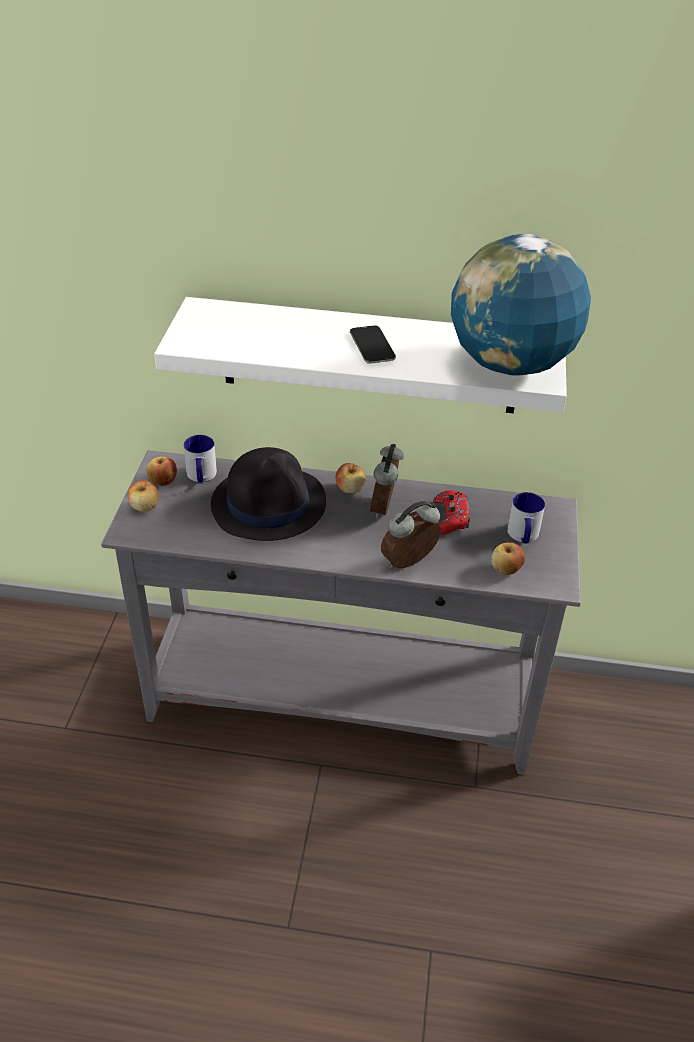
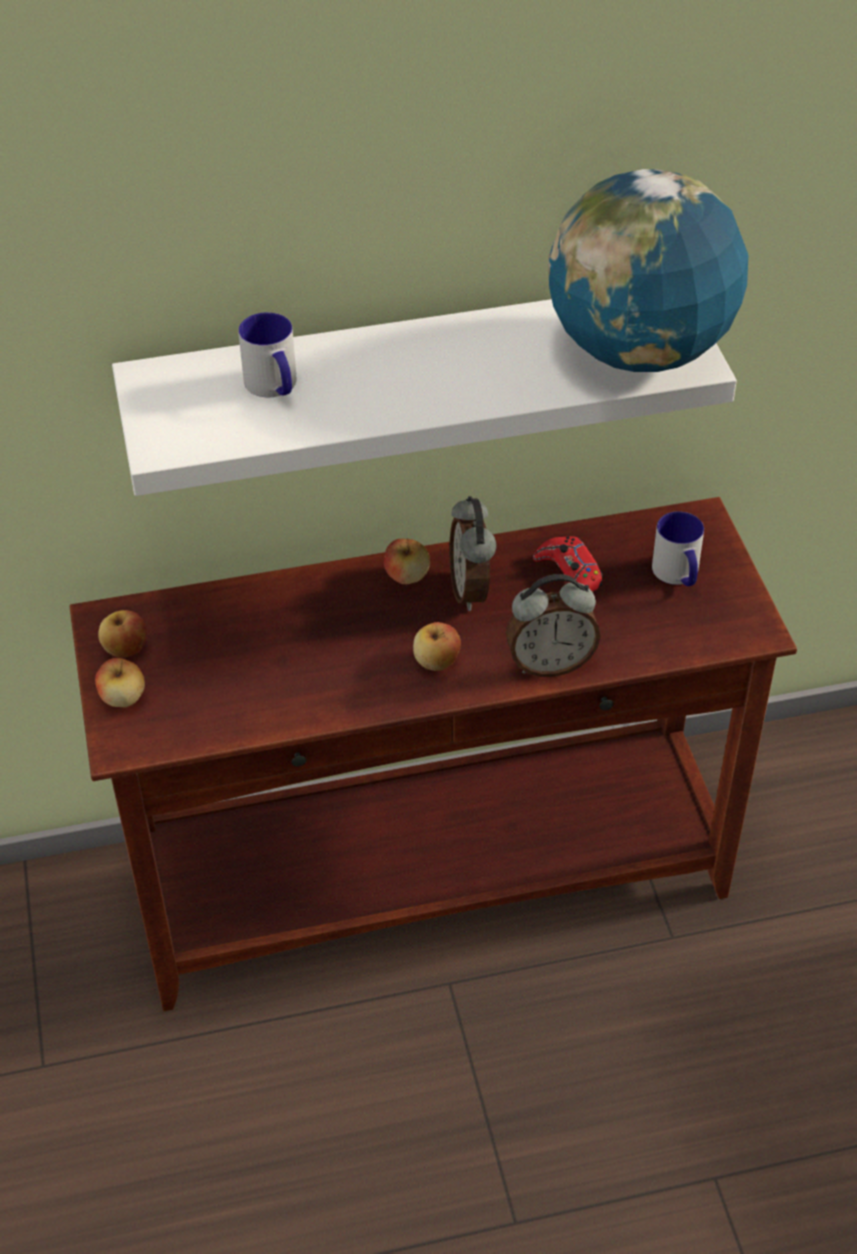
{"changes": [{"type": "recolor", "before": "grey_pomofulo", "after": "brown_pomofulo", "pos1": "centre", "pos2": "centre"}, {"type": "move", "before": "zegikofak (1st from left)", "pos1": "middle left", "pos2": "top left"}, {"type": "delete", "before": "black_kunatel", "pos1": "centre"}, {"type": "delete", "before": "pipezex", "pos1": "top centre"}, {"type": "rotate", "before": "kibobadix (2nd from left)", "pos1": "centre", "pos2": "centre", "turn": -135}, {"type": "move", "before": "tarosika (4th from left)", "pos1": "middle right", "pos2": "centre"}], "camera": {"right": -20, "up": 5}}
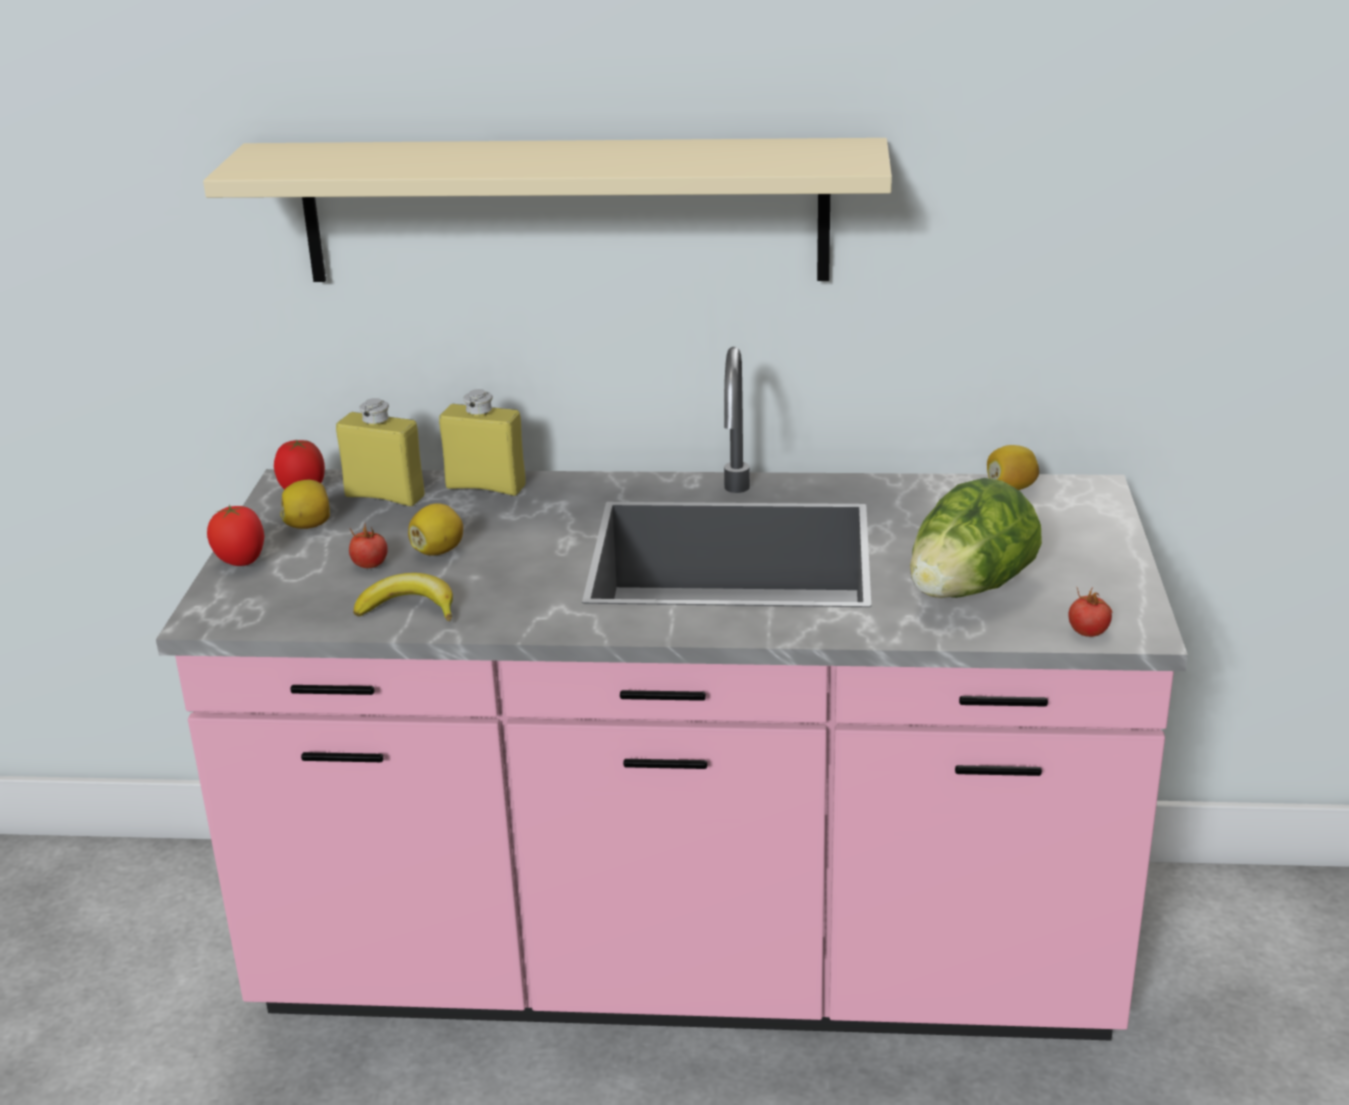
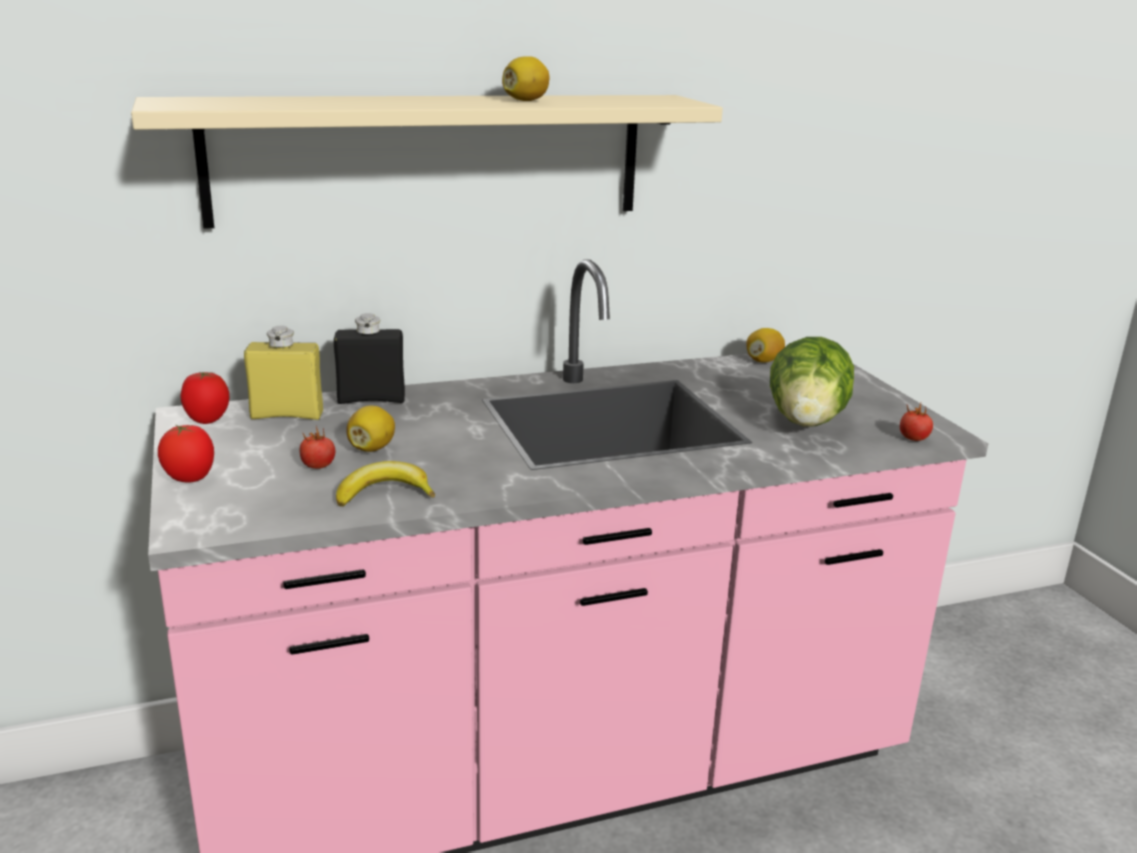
{"changes": [{"type": "move", "before": "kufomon (1st from left in the first image)", "after": "kufomon (2nd from left)", "pos1": "middle left", "pos2": "top centre"}, {"type": "recolor", "before": "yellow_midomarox (2nd from left)", "after": "black_midomarox", "pos1": "centre", "pos2": "middle left"}], "camera": {"right": -25, "up": -5}}
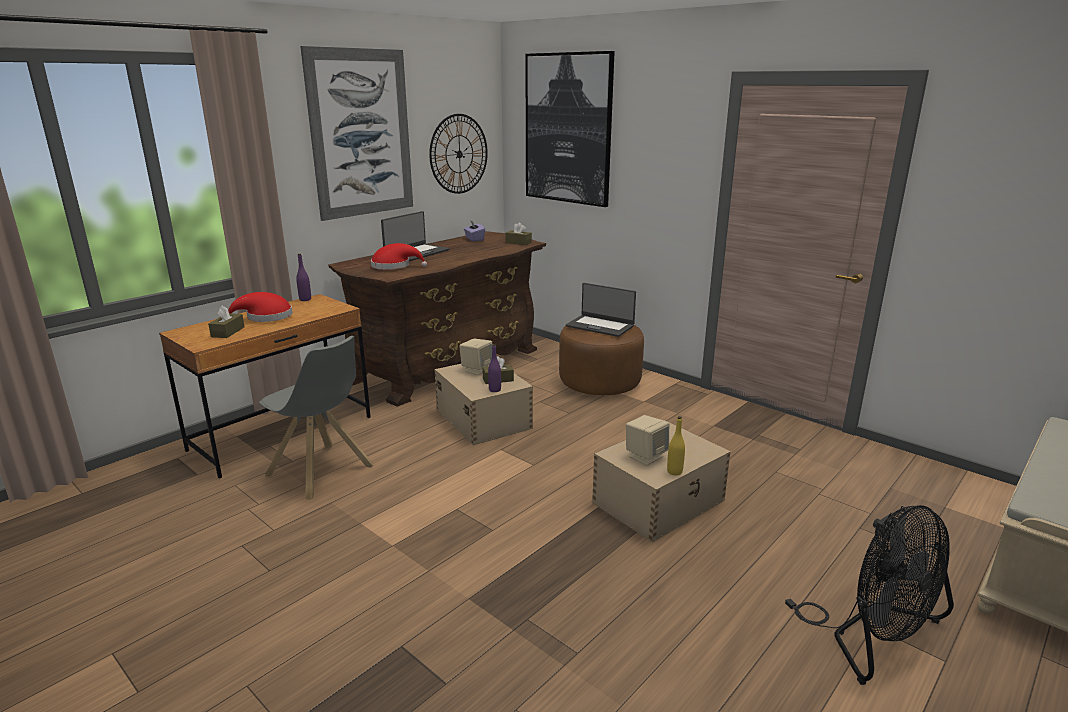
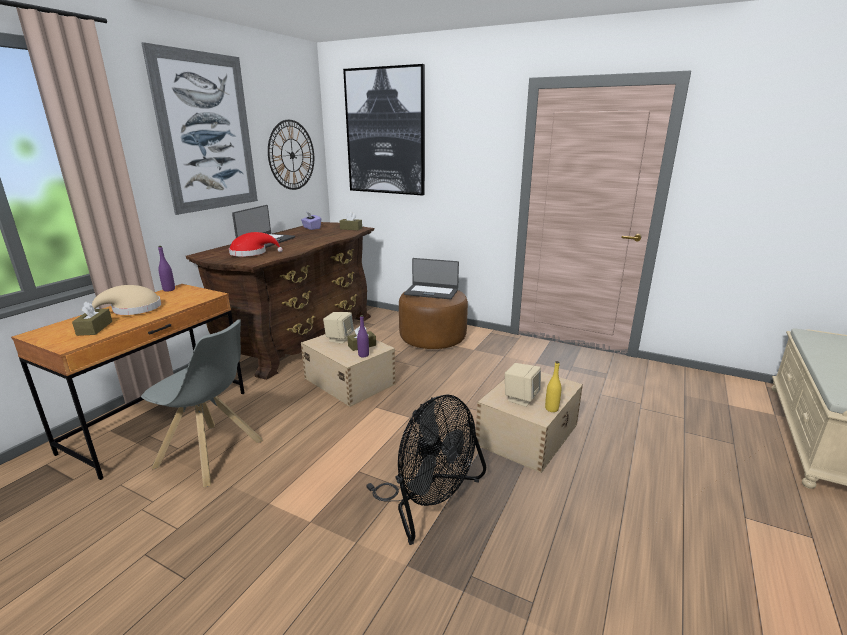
{"changes": [{"type": "recolor", "before": "red_kunatel (1st from left)", "after": "beige_kunatel", "pos1": "middle left", "pos2": "middle left"}, {"type": "move", "before": "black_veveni", "pos1": "bottom right", "pos2": "bottom centre"}], "camera": {"right": -15, "up": 0}}
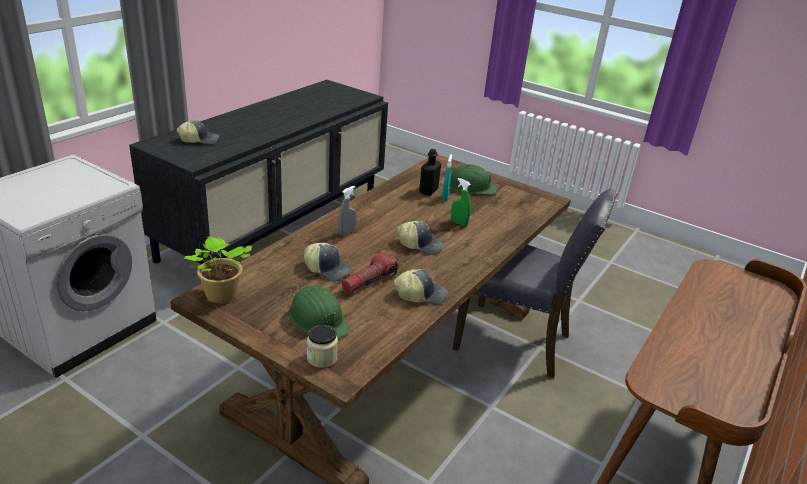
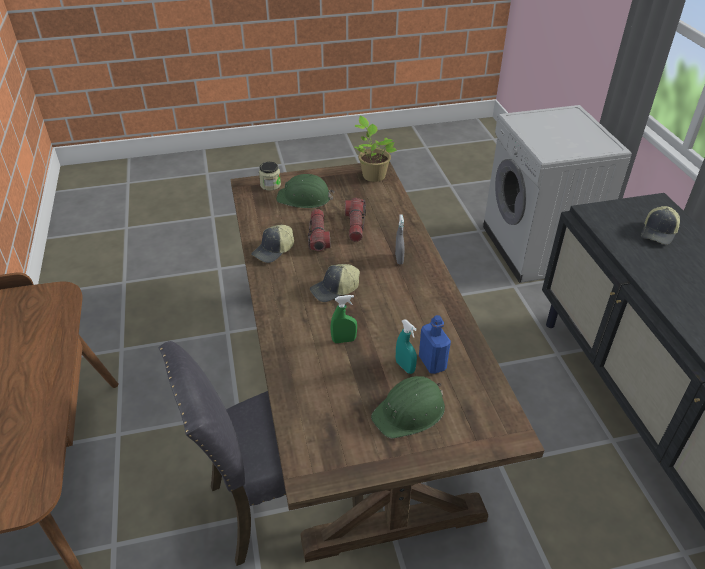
{"changes": [{"type": "replace", "before": "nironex (2nd from left)", "after": "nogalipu (2nd from left)", "pos1": "centre", "pos2": "centre"}, {"type": "recolor", "before": "black_midomarox", "after": "blue_midomarox", "pos1": "centre", "pos2": "centre"}], "camera": {"right": 135, "up": 10}}
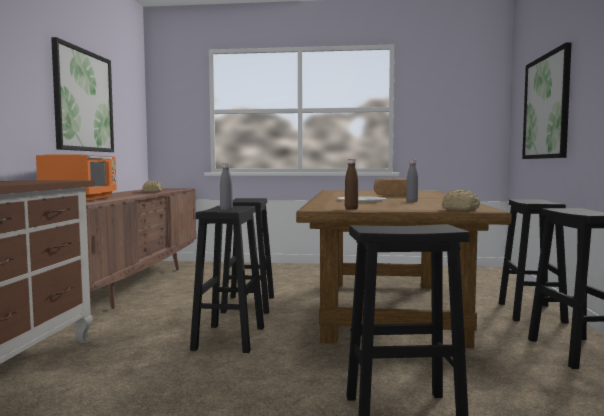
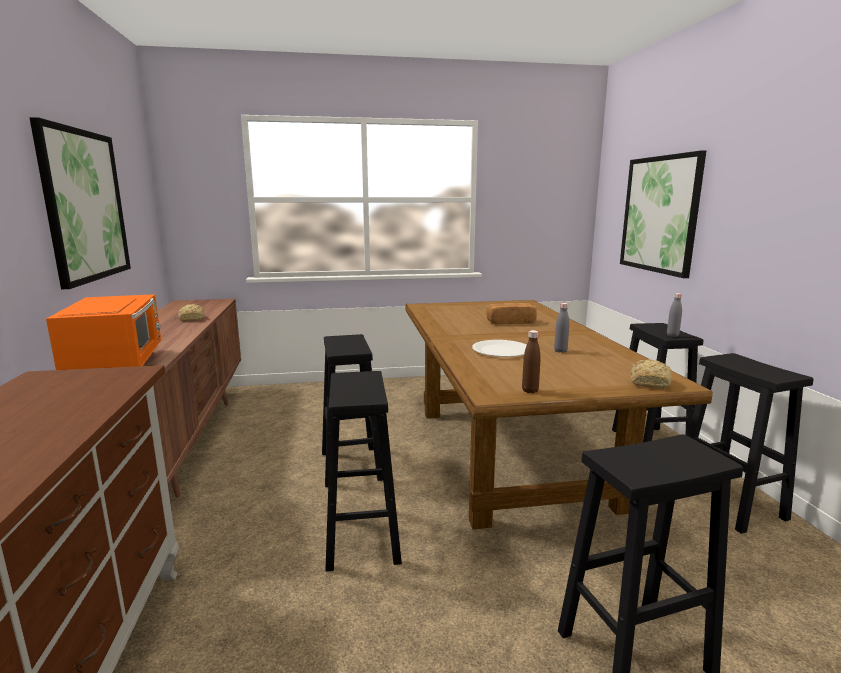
{"changes": [{"type": "move", "before": "grey_midomarox (1st from left in the first image)", "after": "grey_midomarox (2nd from left)", "pos1": "centre", "pos2": "middle right"}], "camera": {"right": -15, "up": 10}}
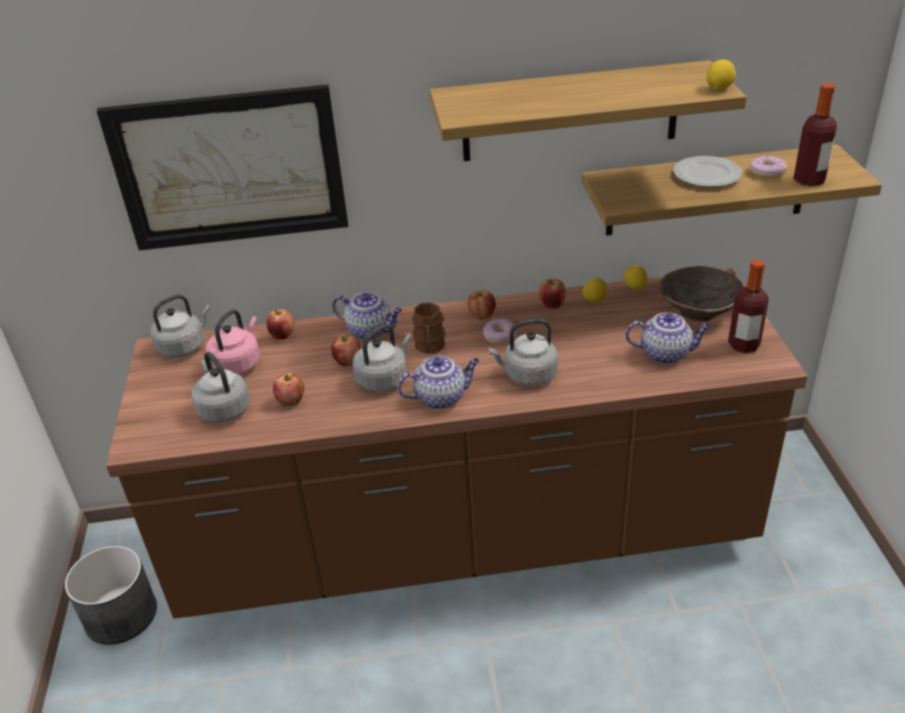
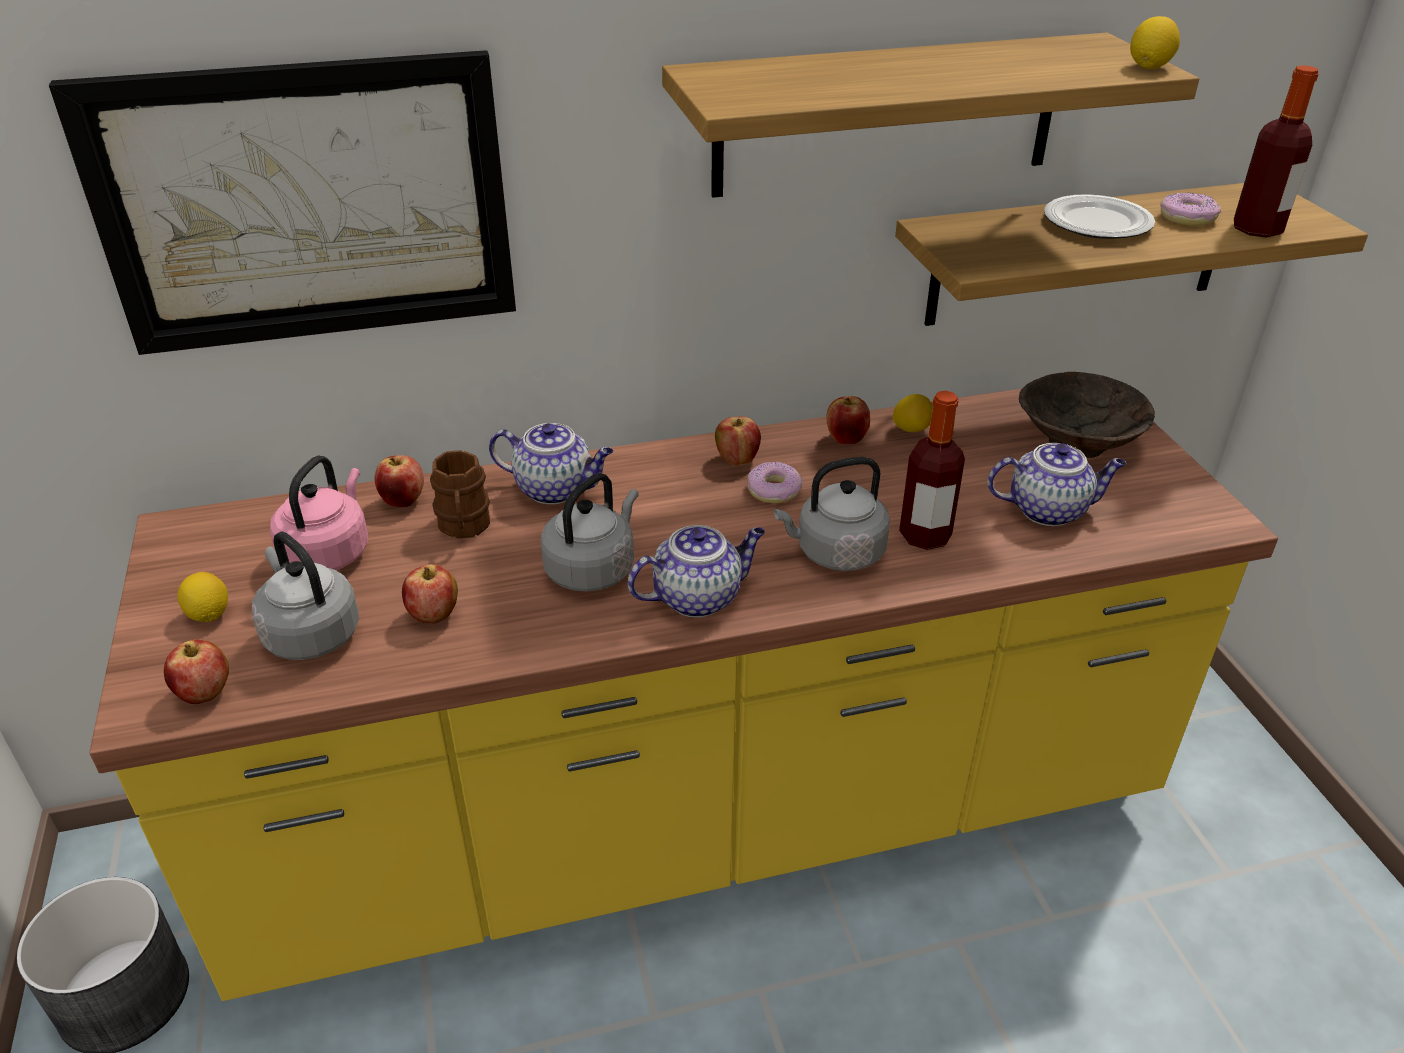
{"changes": [{"type": "recolor", "before": "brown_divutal", "after": "yellow_divutal", "pos1": "centre", "pos2": "centre"}, {"type": "delete", "before": "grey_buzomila (1st from left)", "pos1": "middle left"}, {"type": "move", "before": "tarosika (3rd from left in the first image)", "after": "tarosika (1st from left)", "pos1": "centre", "pos2": "middle left"}, {"type": "move", "before": "brown_zegikofak", "pos1": "centre", "pos2": "middle left"}, {"type": "move", "before": "kufomon (2nd from left in the first image)", "after": "kufomon (1st from left)", "pos1": "middle right", "pos2": "middle left"}, {"type": "move", "before": "midomarox (1st from left)", "pos1": "middle right", "pos2": "centre"}], "camera": {"right": -10, "up": 0}}
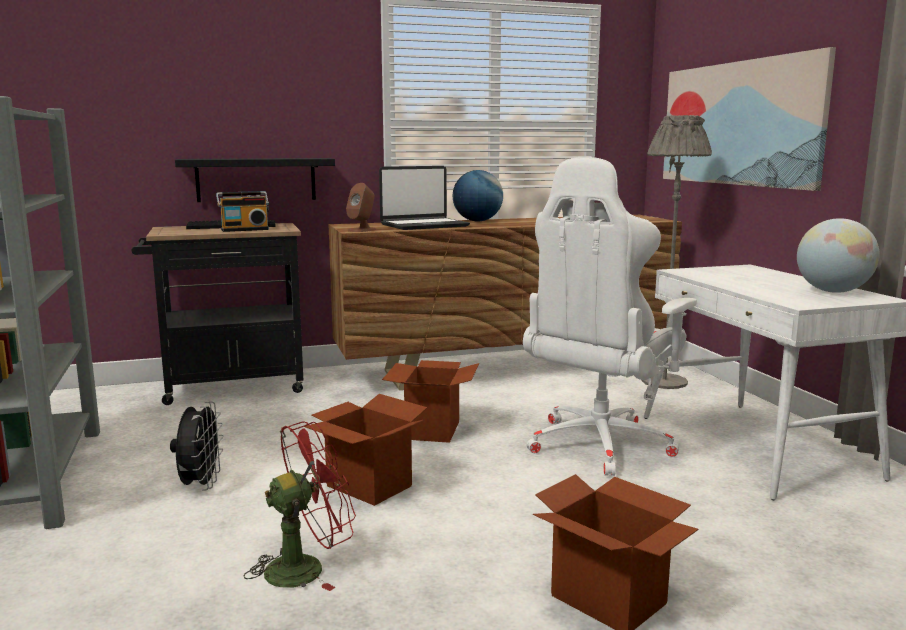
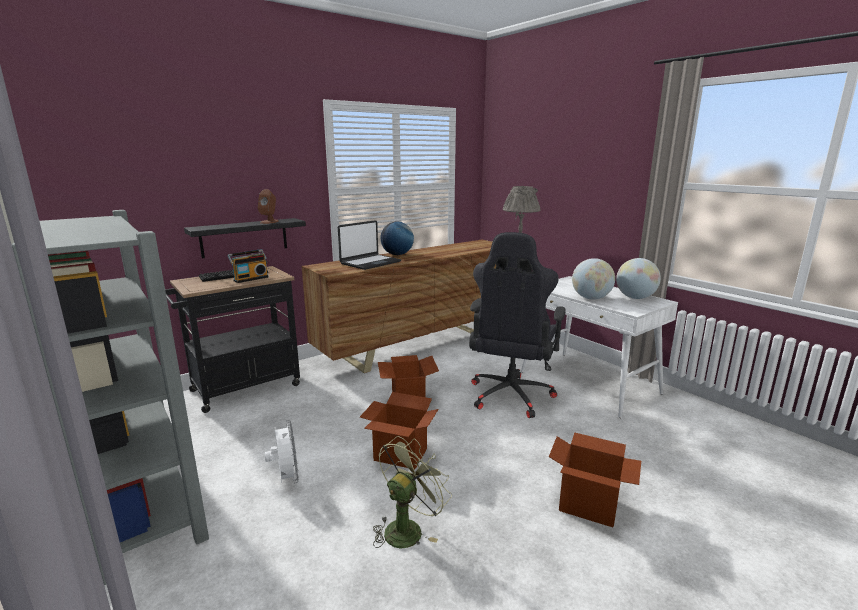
{"changes": [{"type": "recolor", "before": "black_veveni", "after": "white_veveni", "pos1": "bottom left", "pos2": "bottom left"}, {"type": "recolor", "before": "red_veveni", "after": "green_veveni", "pos1": "bottom left", "pos2": "bottom centre"}, {"type": "move", "before": "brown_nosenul", "pos1": "top centre", "pos2": "middle left"}, {"type": "recolor", "before": "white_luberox", "after": "black_luberox", "pos1": "middle right", "pos2": "centre"}, {"type": "delete", "before": "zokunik", "pos1": "top right"}, {"type": "insert", "after": "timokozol (2nd from left)", "pos2": "middle right"}], "camera": {"right": -20, "up": 5}}
